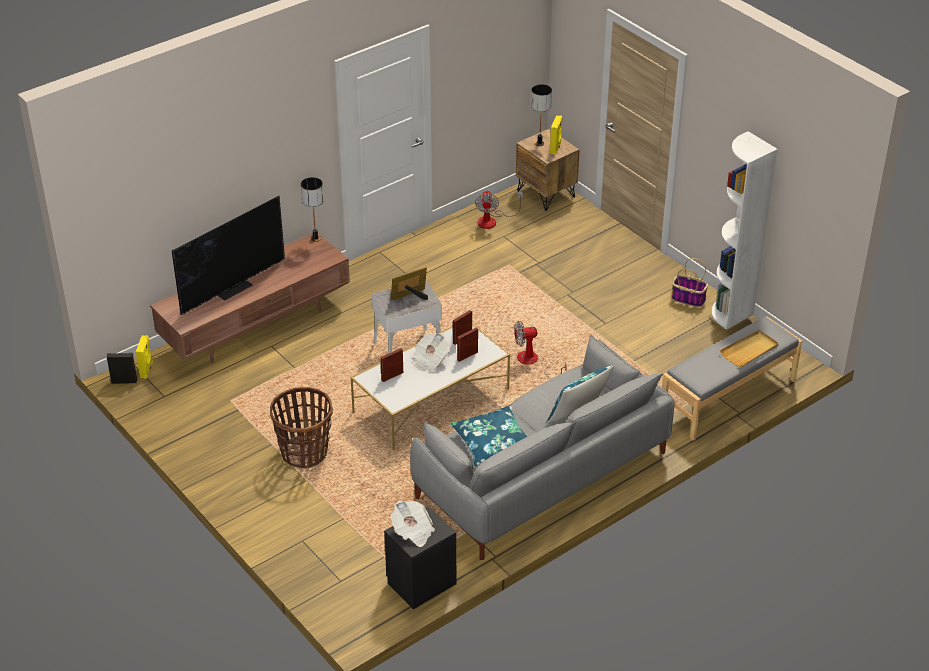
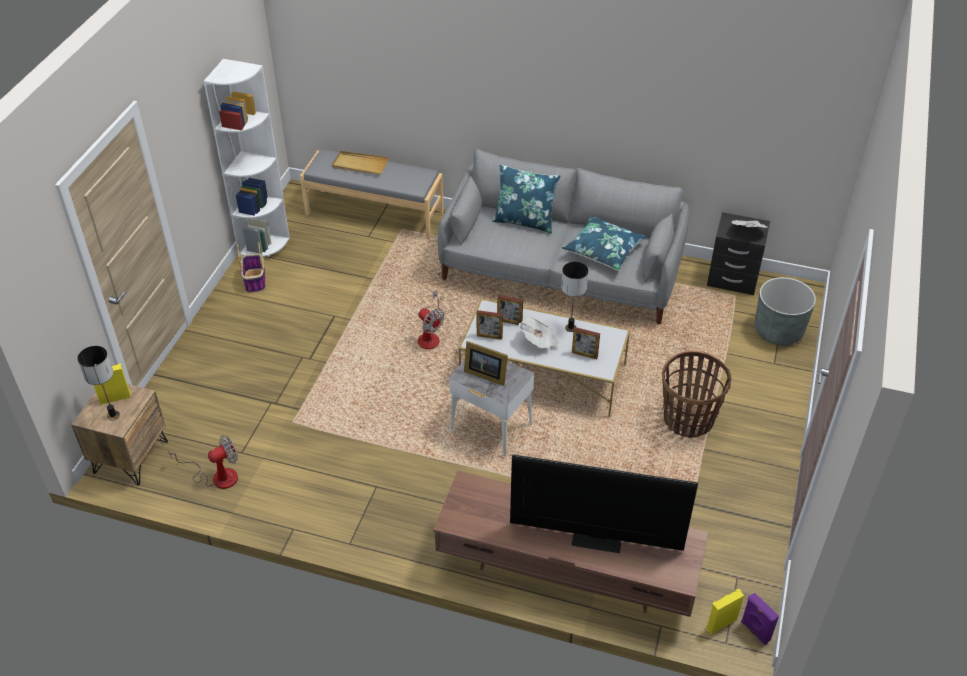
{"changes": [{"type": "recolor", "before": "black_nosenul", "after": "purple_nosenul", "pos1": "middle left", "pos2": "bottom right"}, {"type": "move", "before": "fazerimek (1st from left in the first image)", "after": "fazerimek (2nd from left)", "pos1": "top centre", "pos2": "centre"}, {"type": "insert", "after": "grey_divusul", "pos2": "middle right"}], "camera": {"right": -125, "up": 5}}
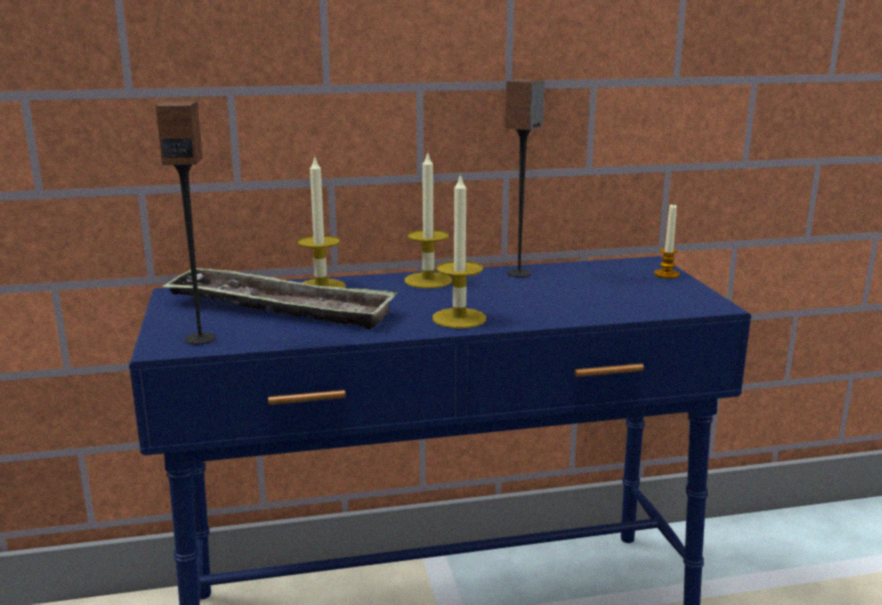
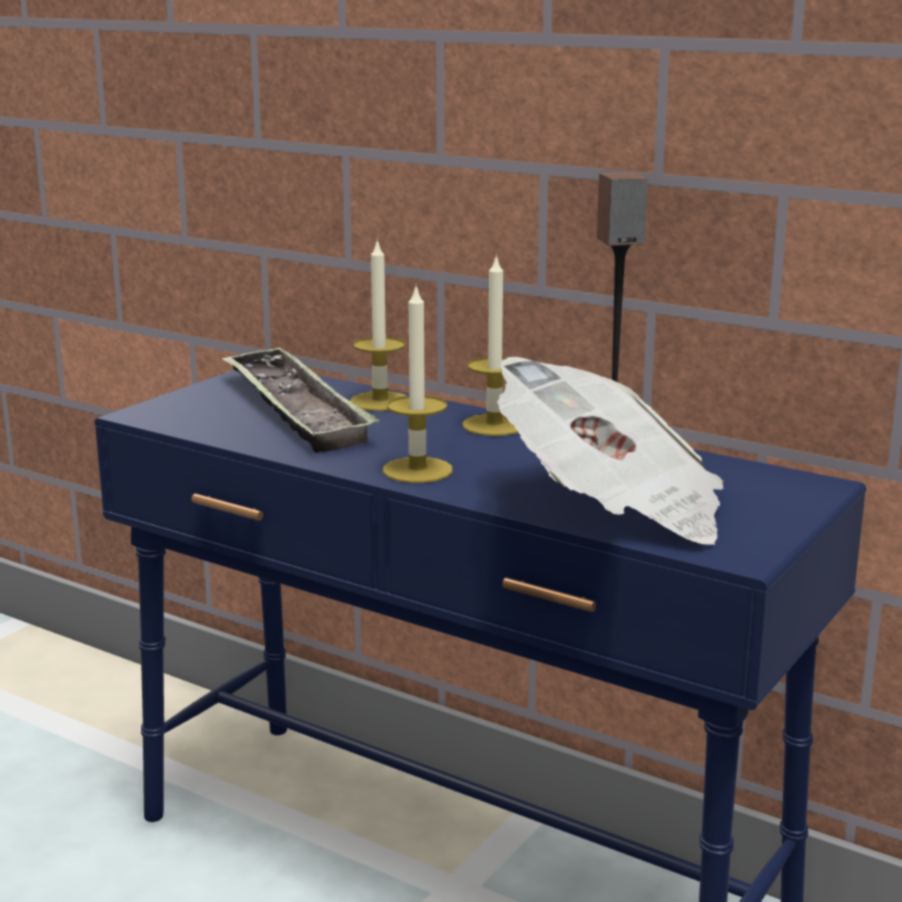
{"changes": [{"type": "delete", "before": "nosenul (1st from left)", "pos1": "middle left"}, {"type": "delete", "before": "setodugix (4th from left)", "pos1": "middle right"}, {"type": "insert", "after": "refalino", "pos2": "middle right"}], "camera": {"right": 45, "up": 0}}
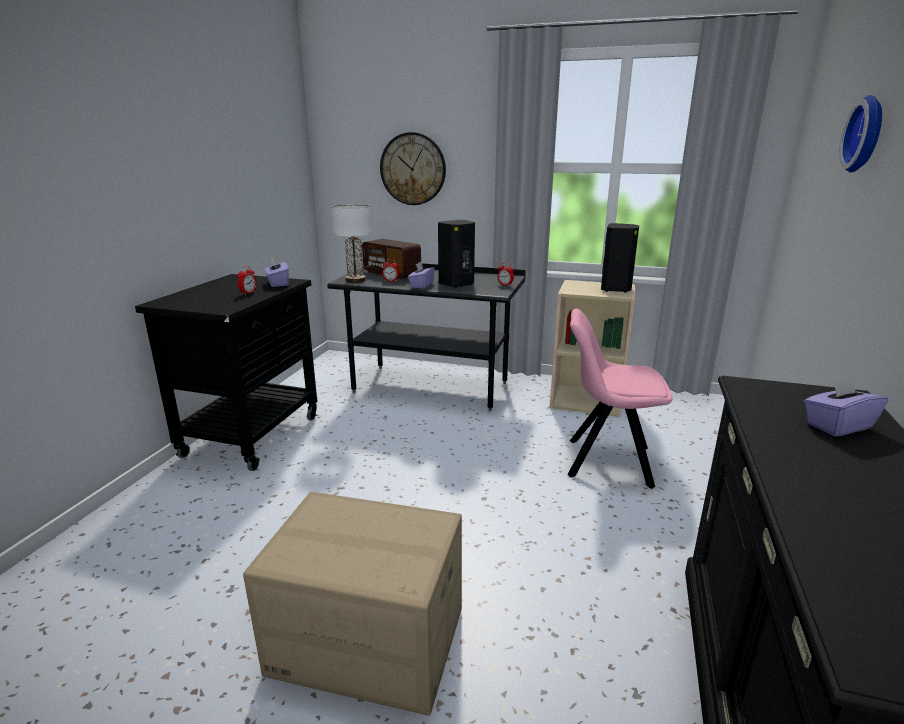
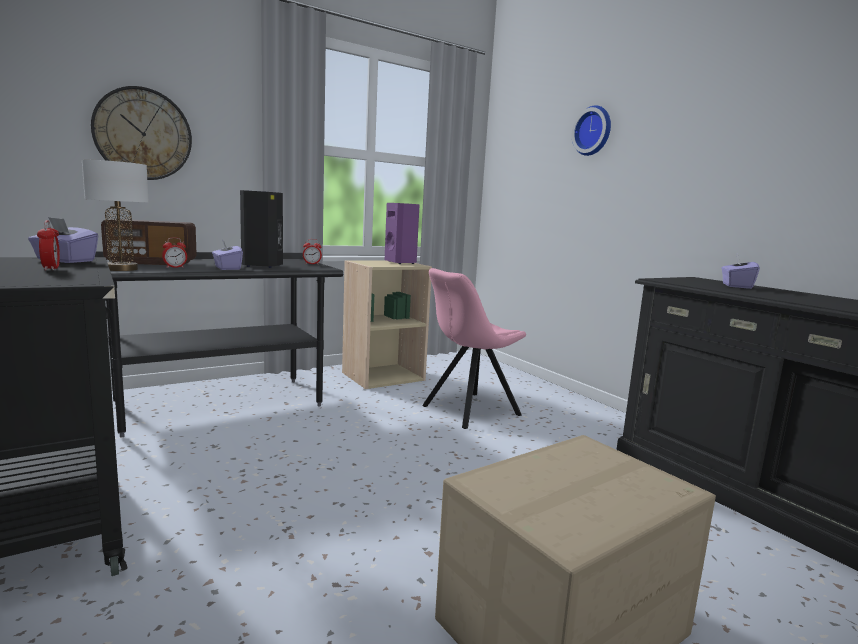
{"changes": [{"type": "recolor", "before": "black_nosenul (2nd from left)", "after": "purple_nosenul", "pos1": "middle right", "pos2": "centre"}], "camera": {"right": -50, "up": -10}}
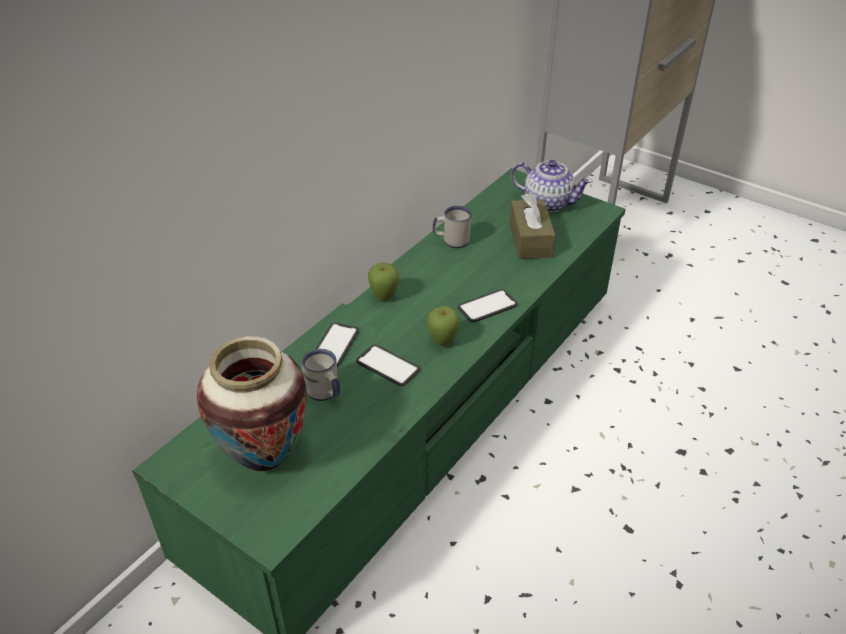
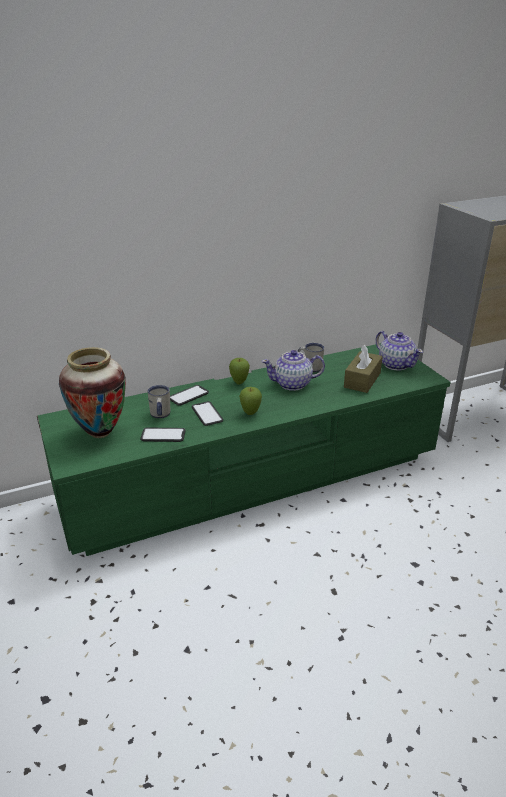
{"changes": [{"type": "move", "before": "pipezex (3rd from left in the first image)", "after": "pipezex (1st from left)", "pos1": "centre", "pos2": "middle left"}, {"type": "insert", "after": "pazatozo (1st from left)", "pos2": "centre"}], "camera": {"right": 30, "up": -10}}
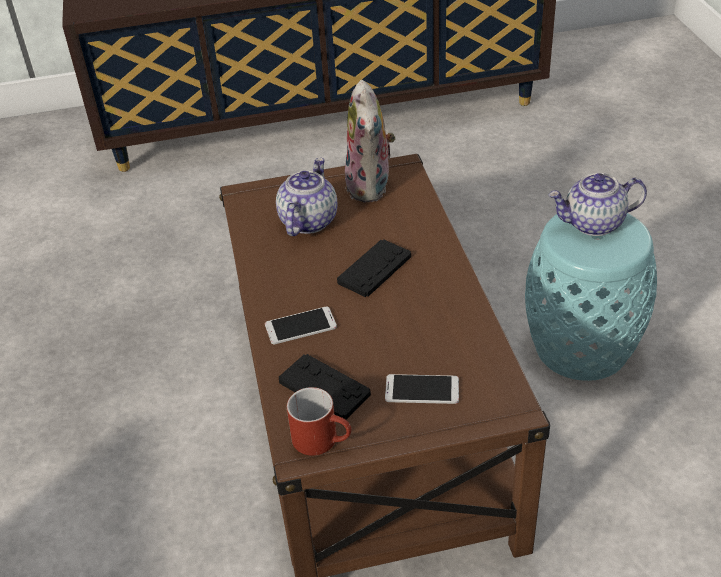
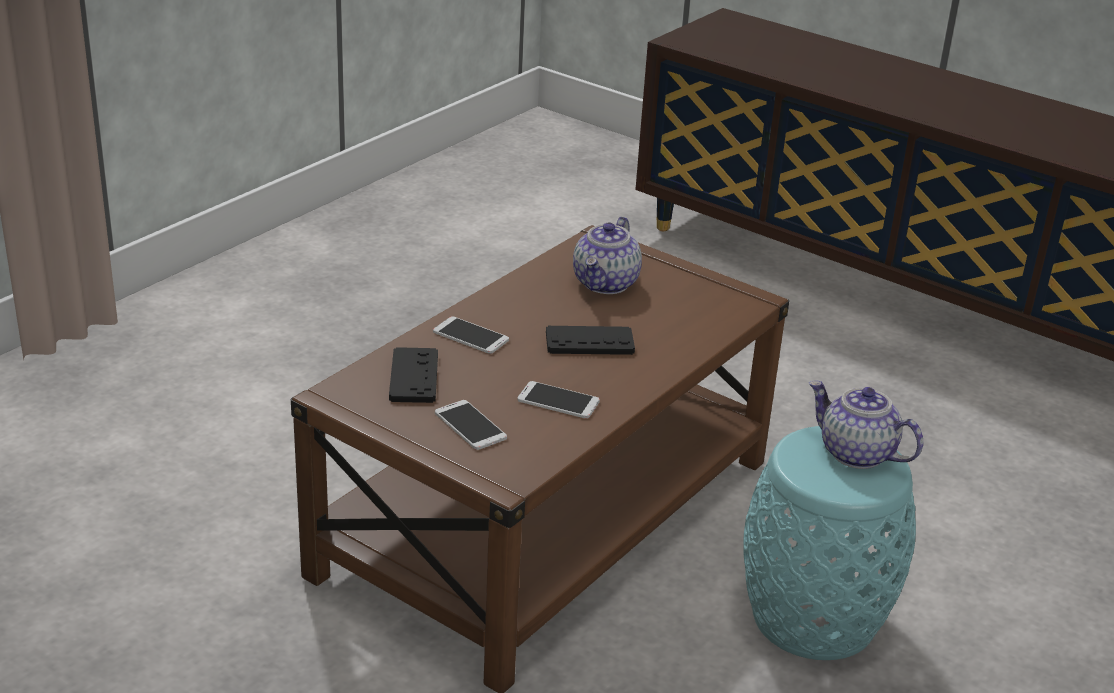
{"changes": [{"type": "rotate", "before": "pazatozo (1st from left)", "pos1": "centre", "pos2": "centre", "turn": 135}, {"type": "delete", "before": "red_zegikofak", "pos1": "bottom centre"}, {"type": "delete", "before": "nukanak", "pos1": "top centre"}, {"type": "insert", "after": "pipezex (3rd from left)", "pos2": "centre"}], "camera": {"right": 45, "up": -10}}
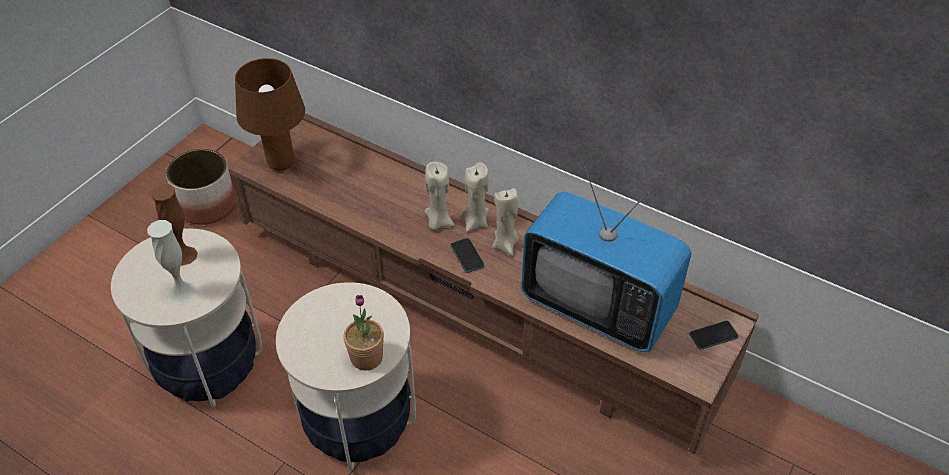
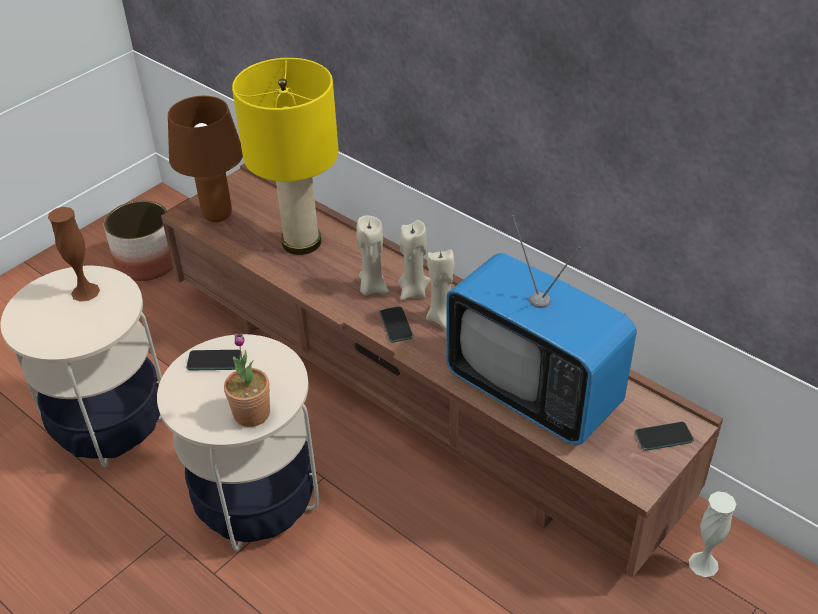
{"changes": [{"type": "move", "before": "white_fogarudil", "pos1": "middle left", "pos2": "bottom right"}, {"type": "insert", "after": "pipezex (1st from left)", "pos2": "middle left"}, {"type": "insert", "after": "yellow_fazerimek", "pos2": "top centre"}], "camera": {"right": 10, "up": -5}}
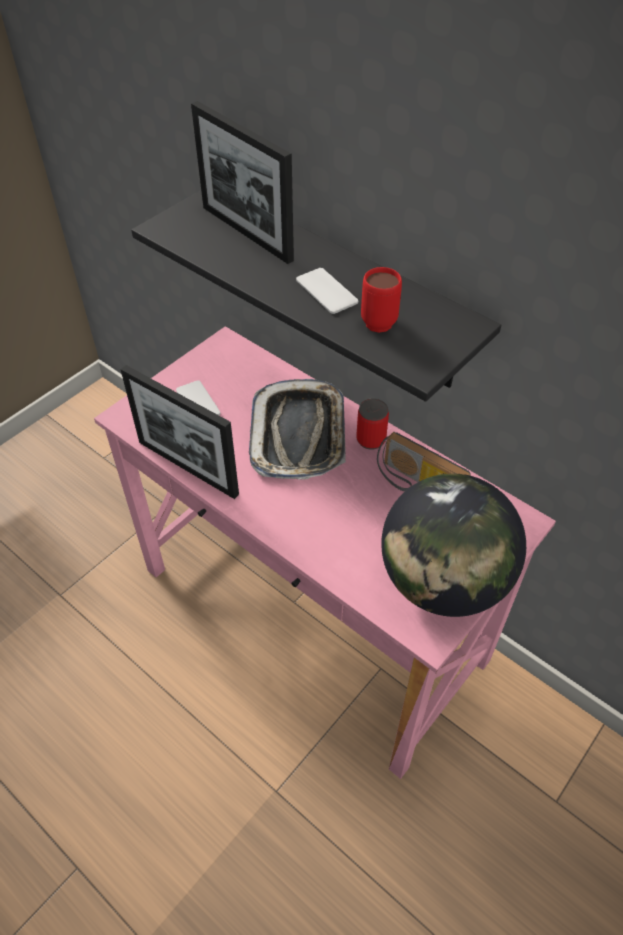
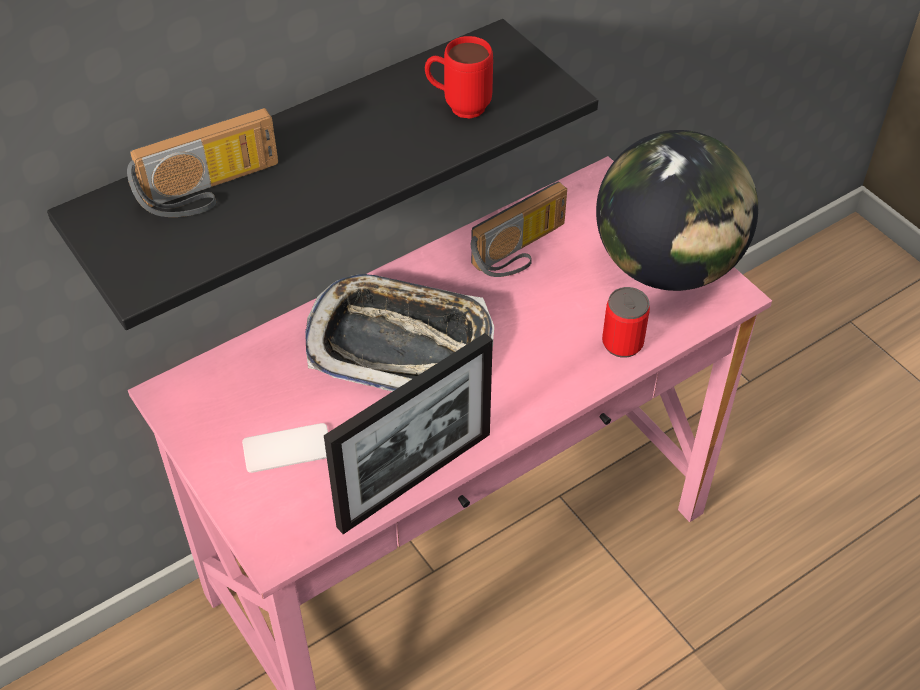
{"changes": [{"type": "replace", "before": "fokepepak (2nd from left)", "after": "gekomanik (1st from left)", "pos1": "top centre", "pos2": "top left"}, {"type": "delete", "before": "pipezex (2nd from left)", "pos1": "top centre"}, {"type": "move", "before": "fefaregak", "pos1": "centre", "pos2": "middle right"}], "camera": {"right": -75, "up": 0}}
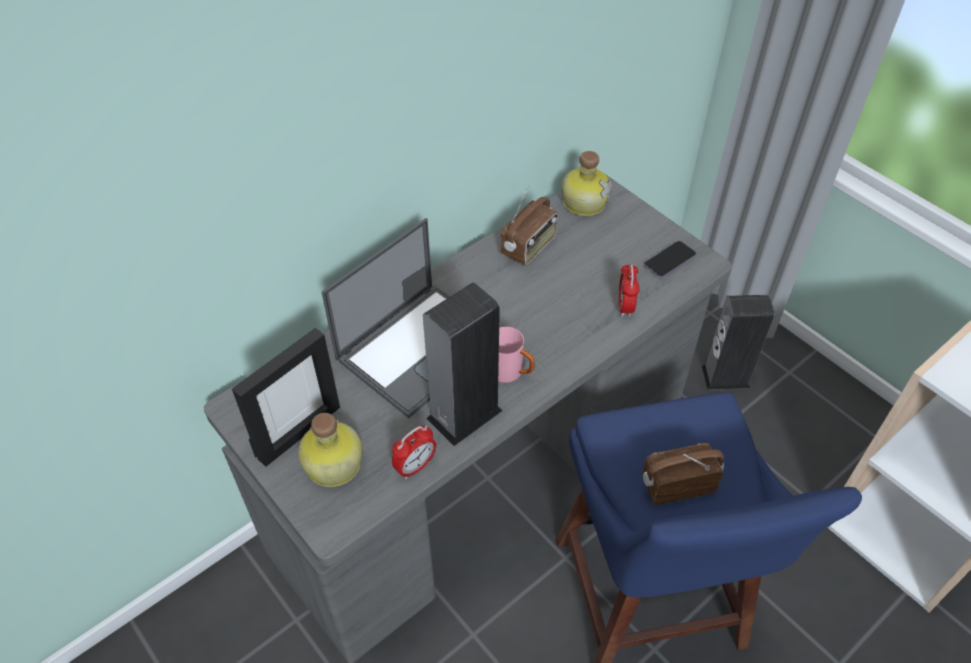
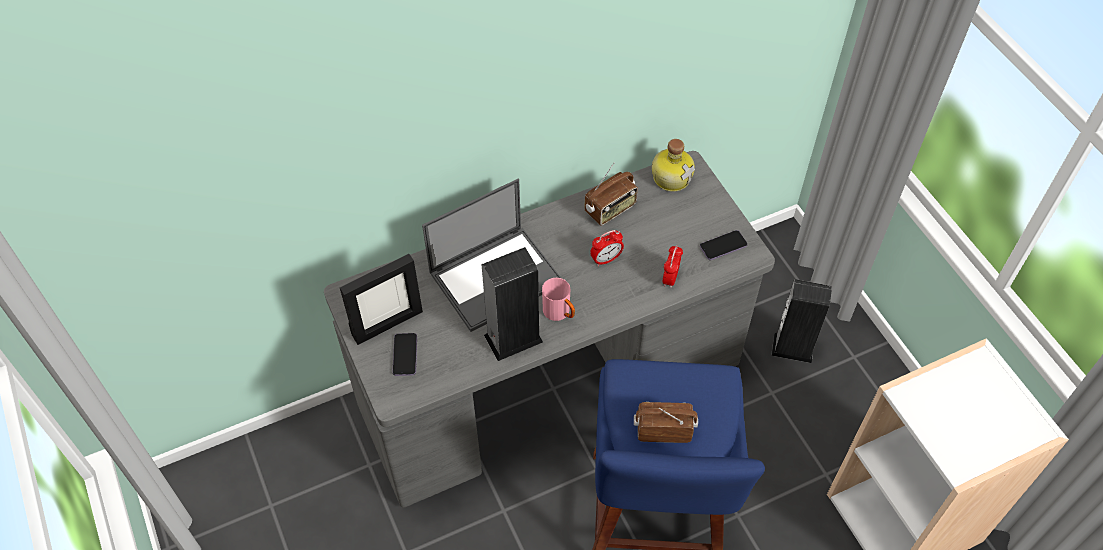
{"changes": [{"type": "replace", "before": "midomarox (1st from left)", "after": "pipezex (1st from left)", "pos1": "bottom centre", "pos2": "centre"}, {"type": "move", "before": "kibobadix (1st from left)", "pos1": "bottom centre", "pos2": "centre"}], "camera": {"right": 15, "up": 5}}
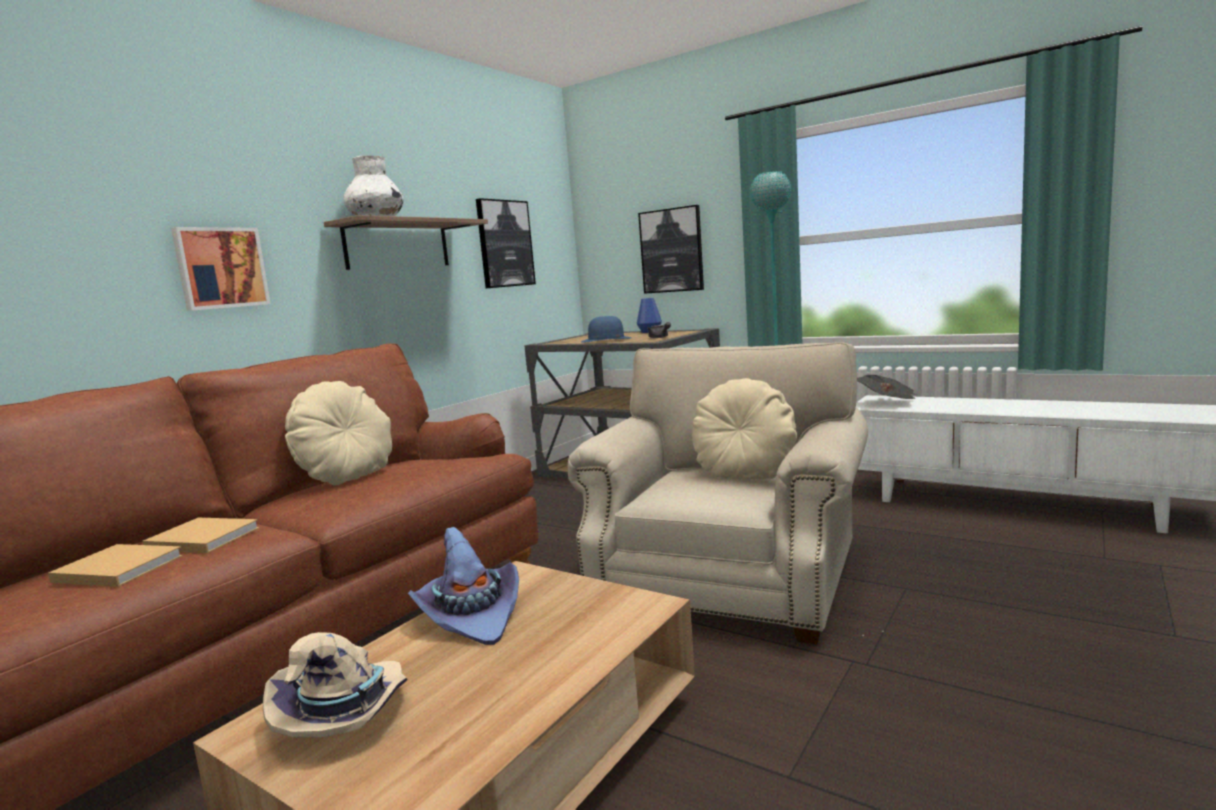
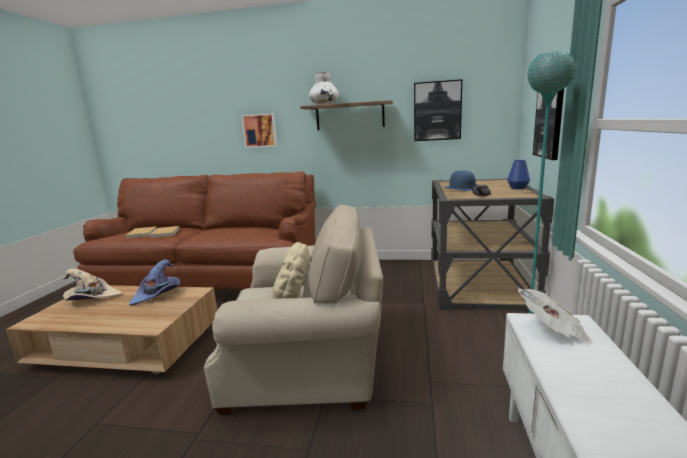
{"changes": [{"type": "delete", "before": "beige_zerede (1st from left)", "pos1": "middle left"}], "camera": {"right": 65, "up": 5}}
